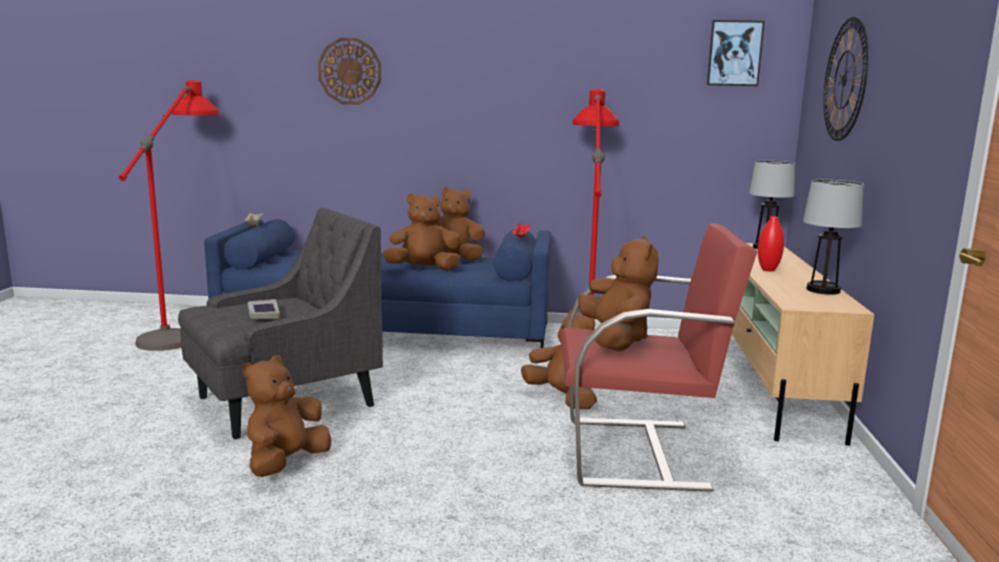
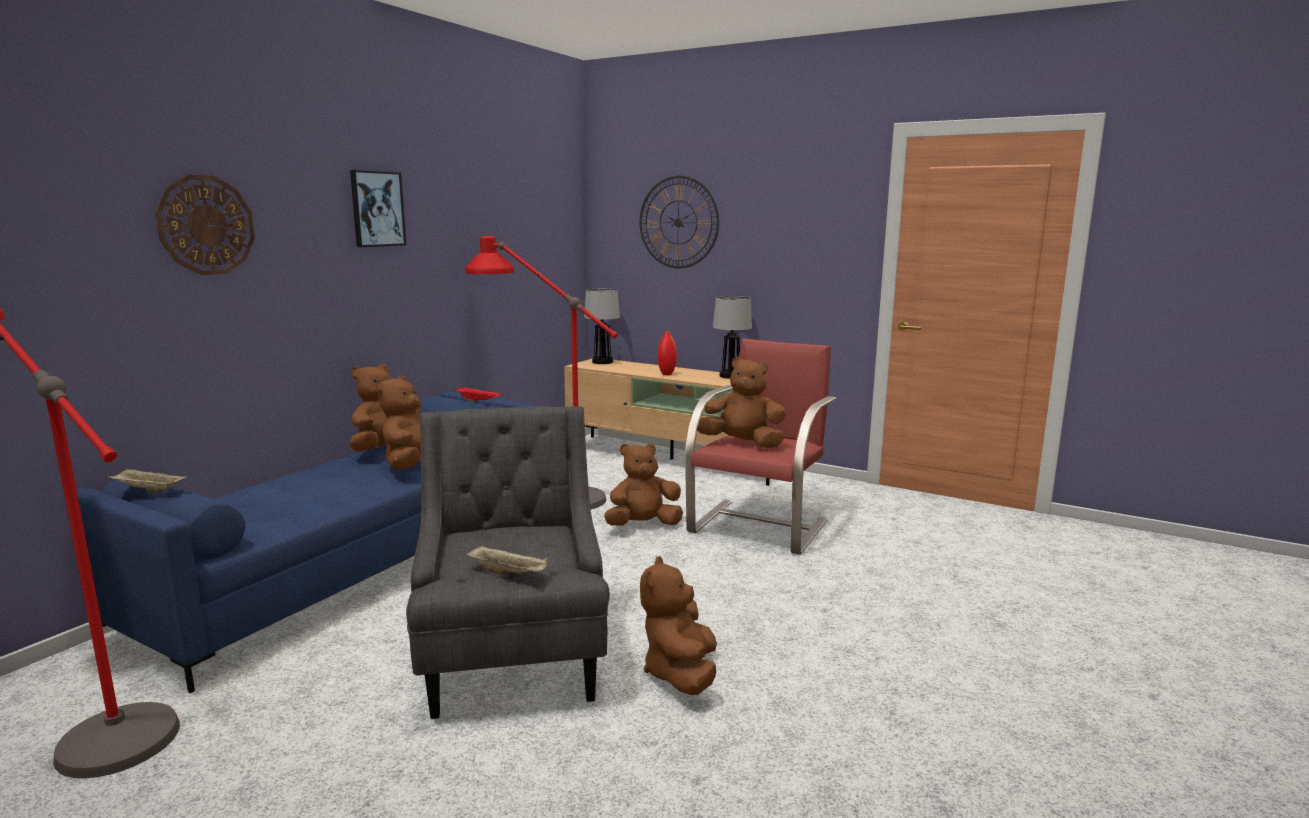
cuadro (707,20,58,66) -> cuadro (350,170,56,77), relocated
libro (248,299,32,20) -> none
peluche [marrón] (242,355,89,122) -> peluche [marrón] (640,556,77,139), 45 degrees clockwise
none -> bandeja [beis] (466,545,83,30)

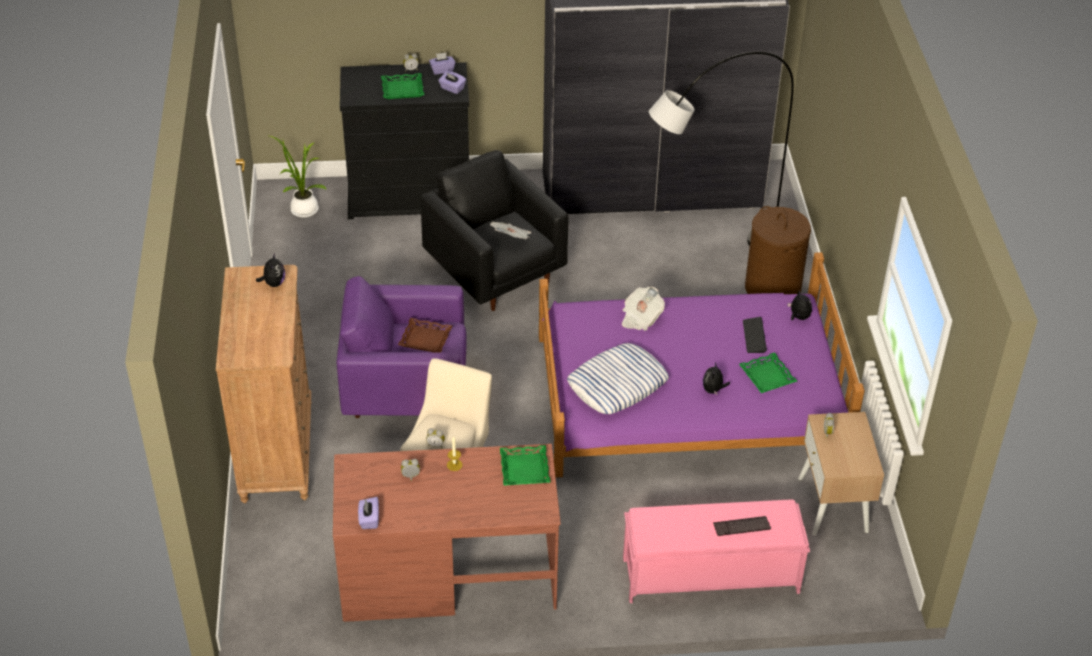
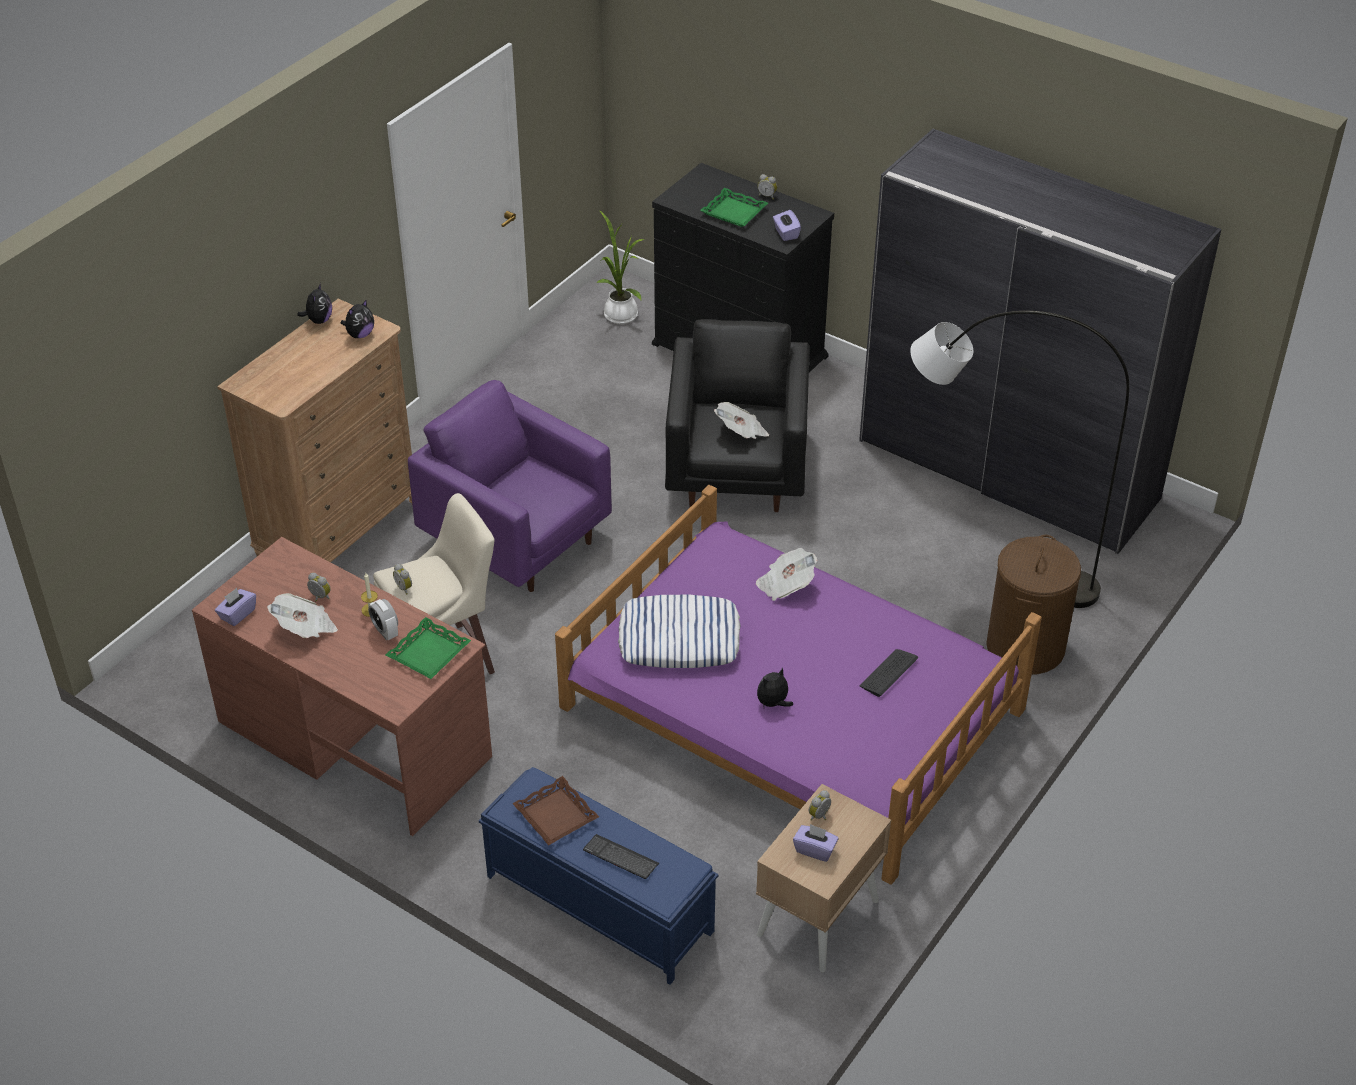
caja de pañuelos [morado] (429,53,26,21) -> caja de pañuelos [morado] (793,824,46,38), relocated
peluche (788,291,24,29) -> peluche (297,283,35,41), relocated
bandeja [marrón] (398,318,54,34) -> bandeja [marrón] (512,776,87,70), relocated
bandeja [verde] (739,352,58,41) -> none
banco [rosa] (623,499,187,104) -> banco [azul] (479,767,240,218)
none -> periódico (267,593,71,45)
none -> despertador (368,599,30,41)

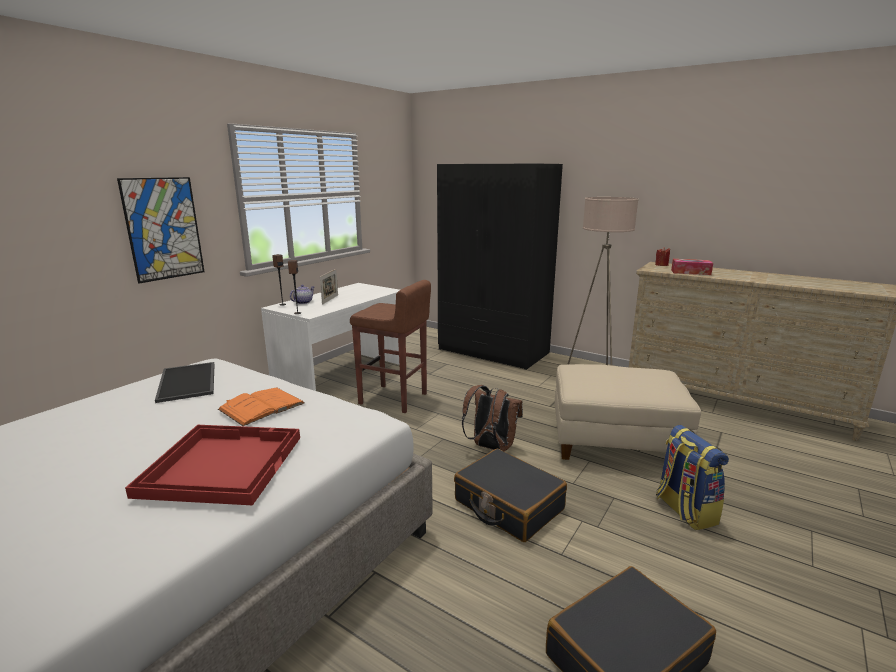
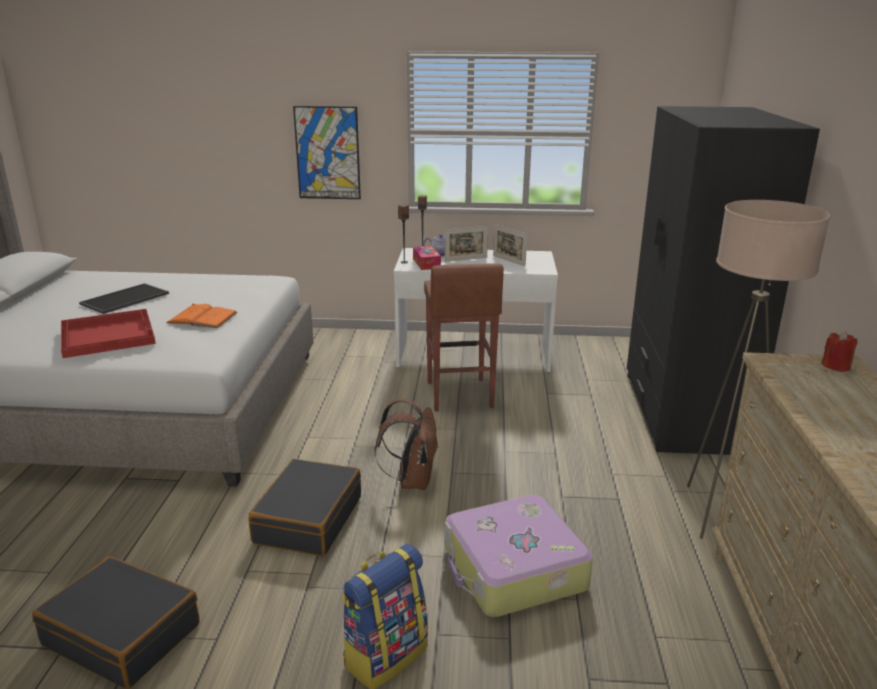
caja de pañuelos (671,259,42,16) -> caja de pañuelos (413,246,28,24), relocated
bandeja (155,362,60,41) -> bandeja (79,283,90,31), relocated
puf [beis] (555,364,146,96) -> maleta (445,495,148,122)
none -> portarretratos (493,225,34,41)

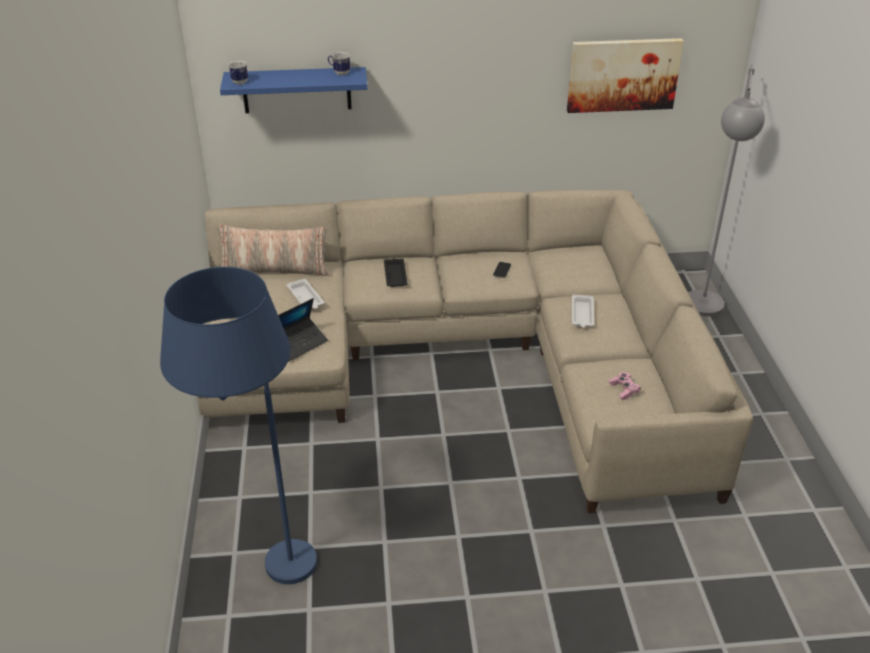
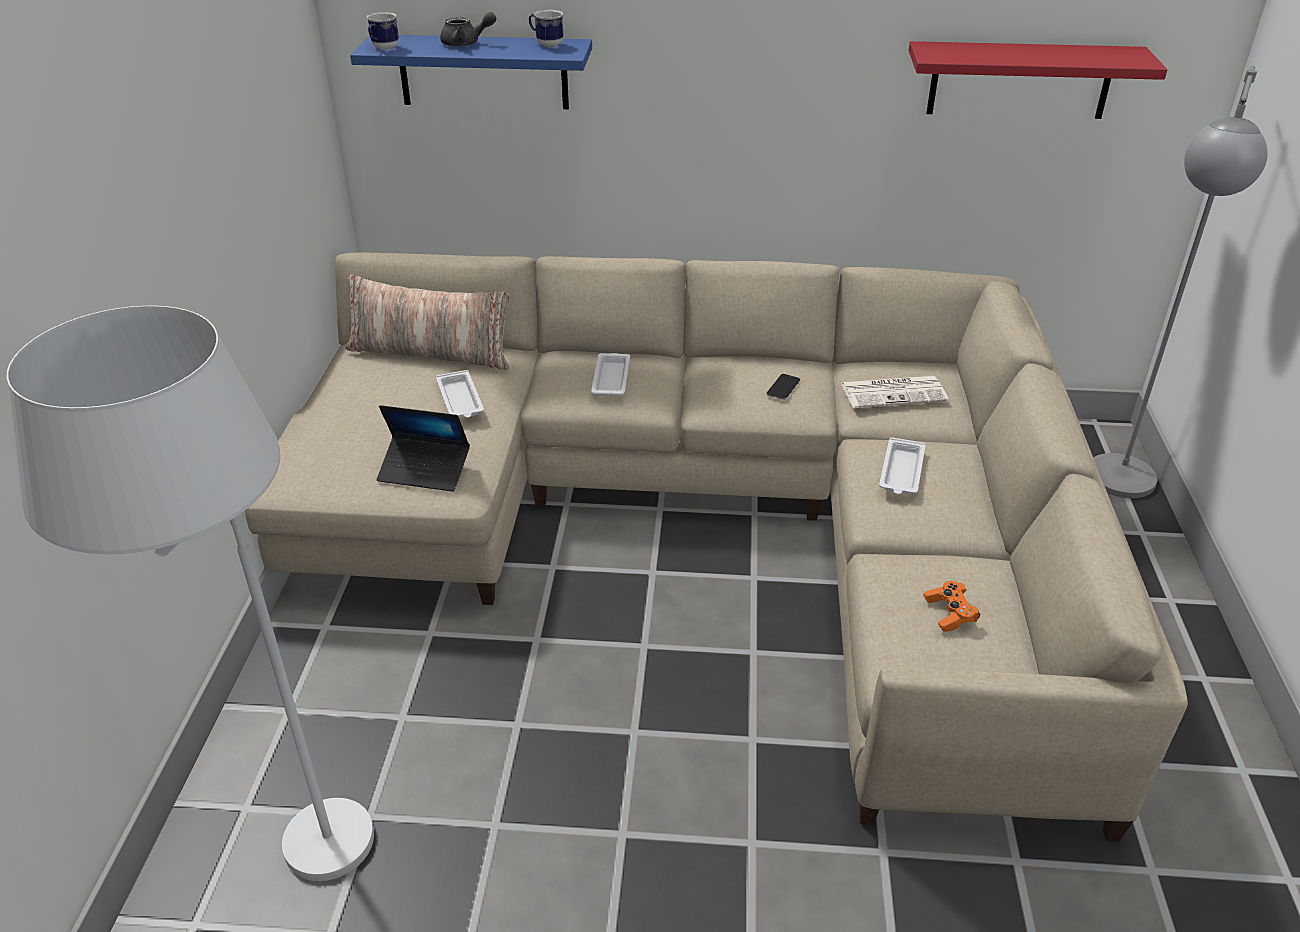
cuadro (567,38,117,75) -> estante [rojo] (909,41,258,78)
bandeja [negro] (384,259,24,28) -> bandeja [blanco] (591,353,39,44)
lámpara de pie [azul] (160,267,157,317) -> lámpara de pie [blanco] (7,306,367,575)
portátil (278,298,50,64) -> portátil (377,405,93,87), 45 degrees clockwise
mando de consola [rosa] (608,372,33,28) -> mando de consola [naranja] (924,581,56,51)
none -> tetera [gris] (440,12,56,35)
none -> periódico (841,376,108,32)

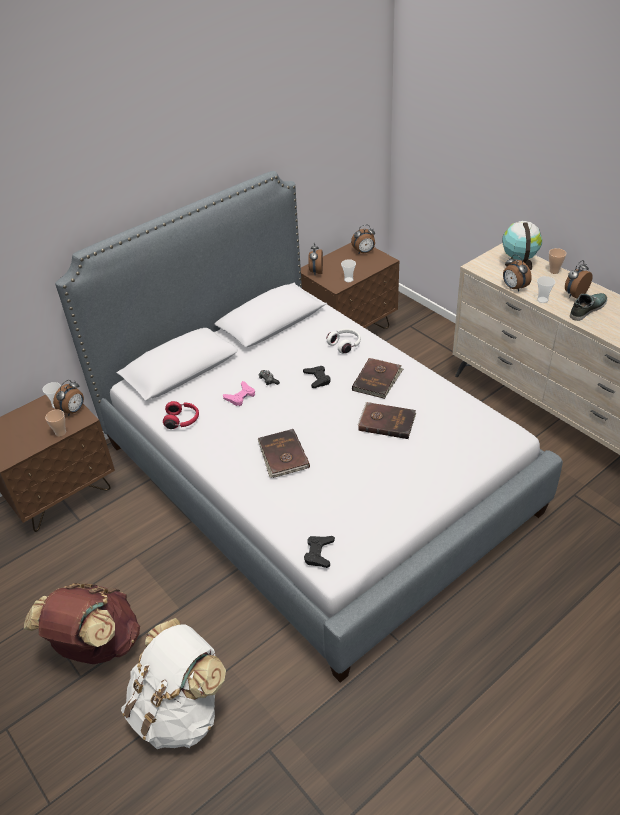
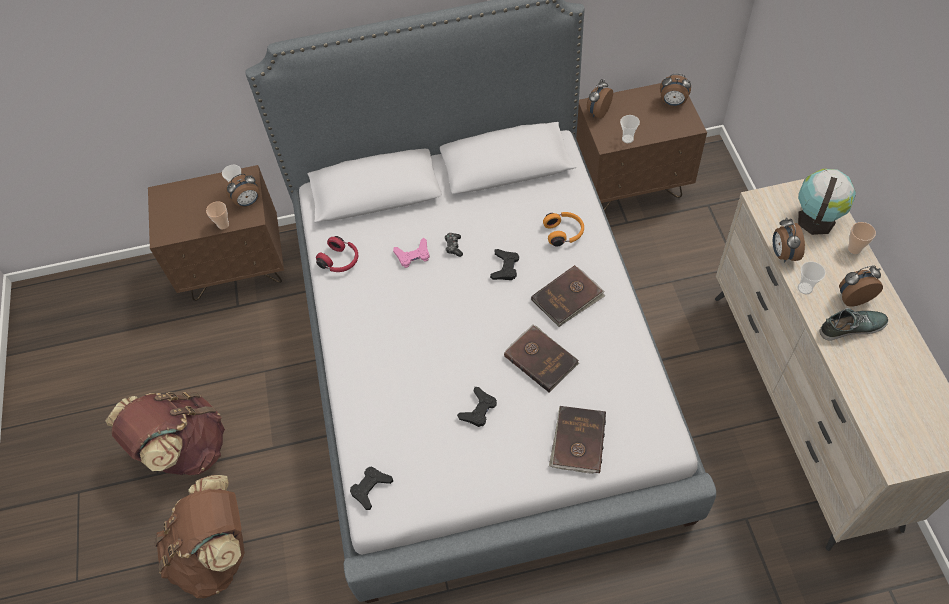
auriculares [blanco] (327,329,34,25) -> auriculares [naranja] (543,212,41,34)
libro [marrón] (258,429,52,49) -> libro [marrón] (549,406,57,68), relocated
mochila [blanco] (121,618,105,131) -> mochila [marrón] (155,475,90,123)
none -> mando de consola [negro] (457,387,40,40)

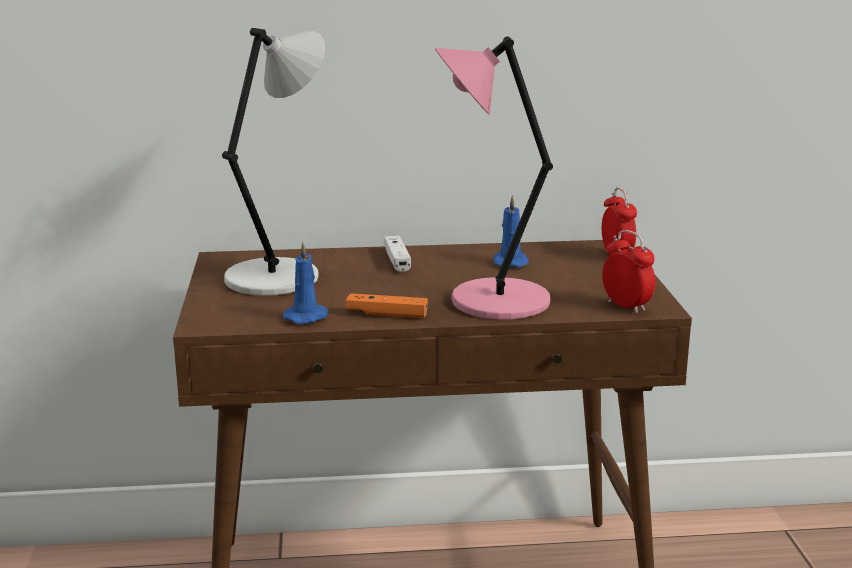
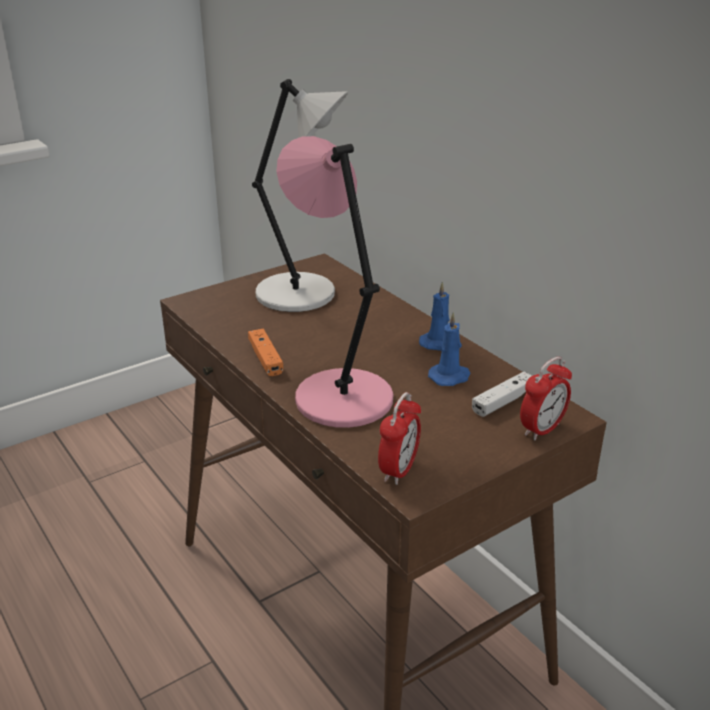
mando de consola [blanco] (384,236,27,36) -> mando de consola [blanco] (472,372,60,45), relocated
vela [azul] (283,242,45,82) -> vela [azul] (419,281,43,70), relocated

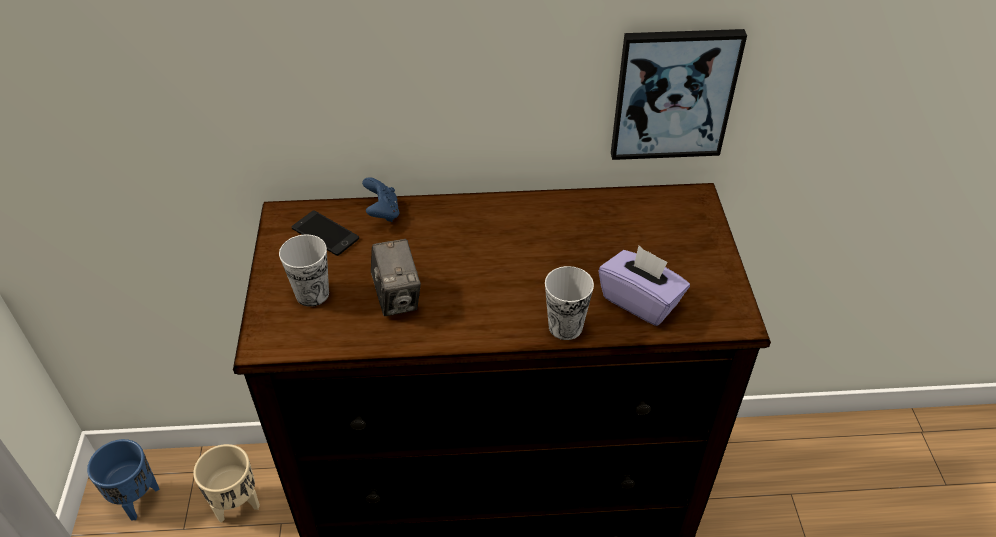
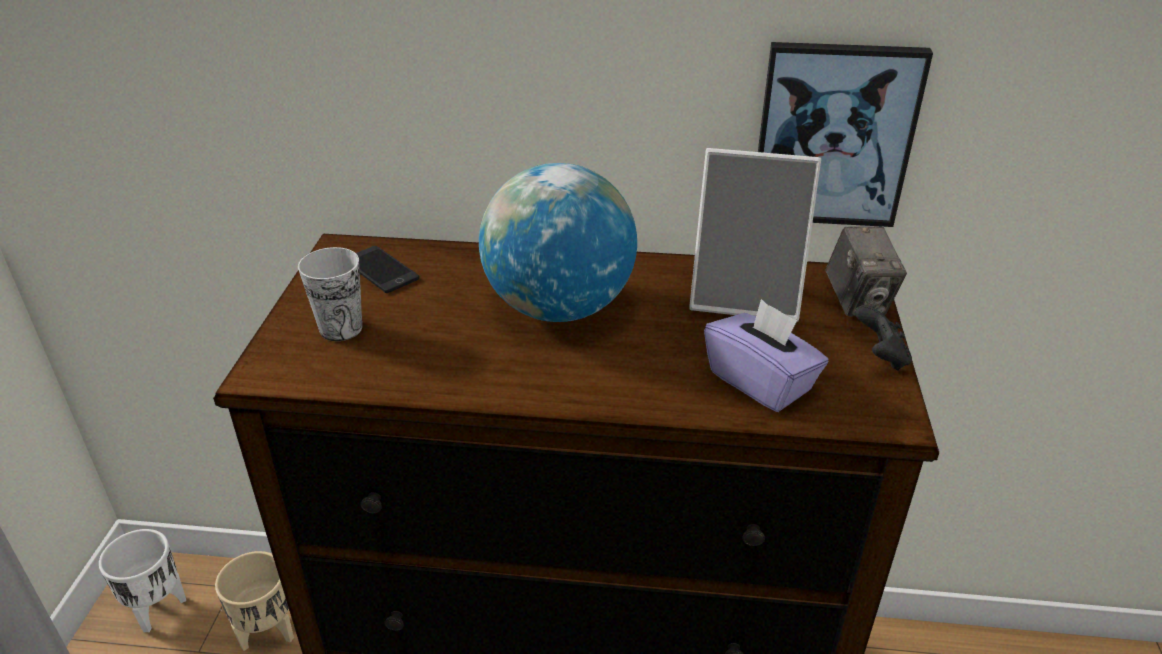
mando de consola [azul] (362,177,38,45) -> none
cámara (371,239,50,77) -> cámara (825,227,82,89), relocated
taza (545,266,49,74) -> none
maceta [azul] (87,439,73,82) -> maceta [blanco] (99,529,87,103)
none -> portarretratos (689,148,132,174)
none -> globo terráqueo (479,163,158,159)
none -> mando de consola [negro] (855,305,57,66)

